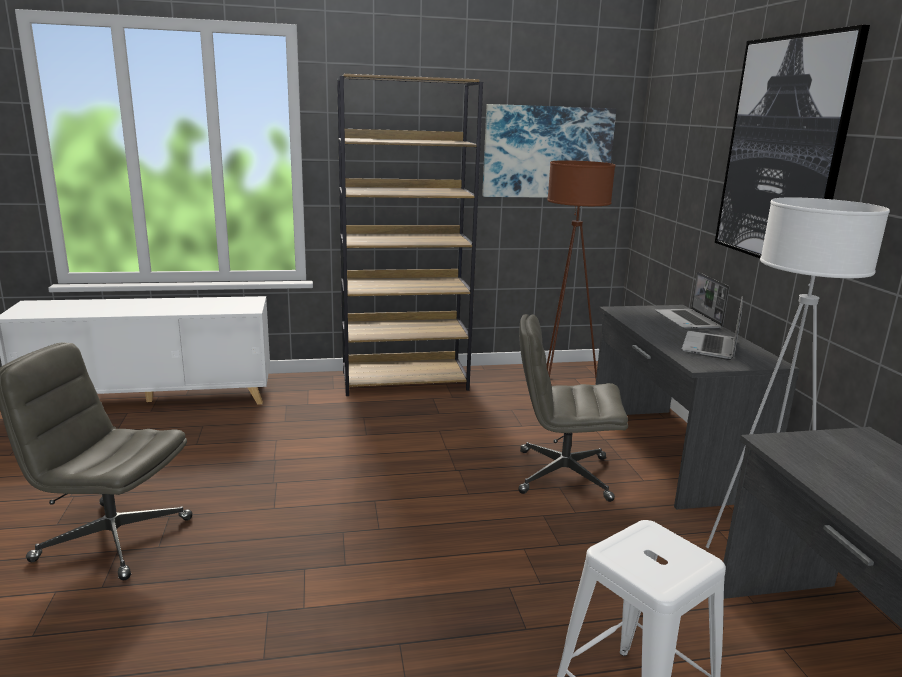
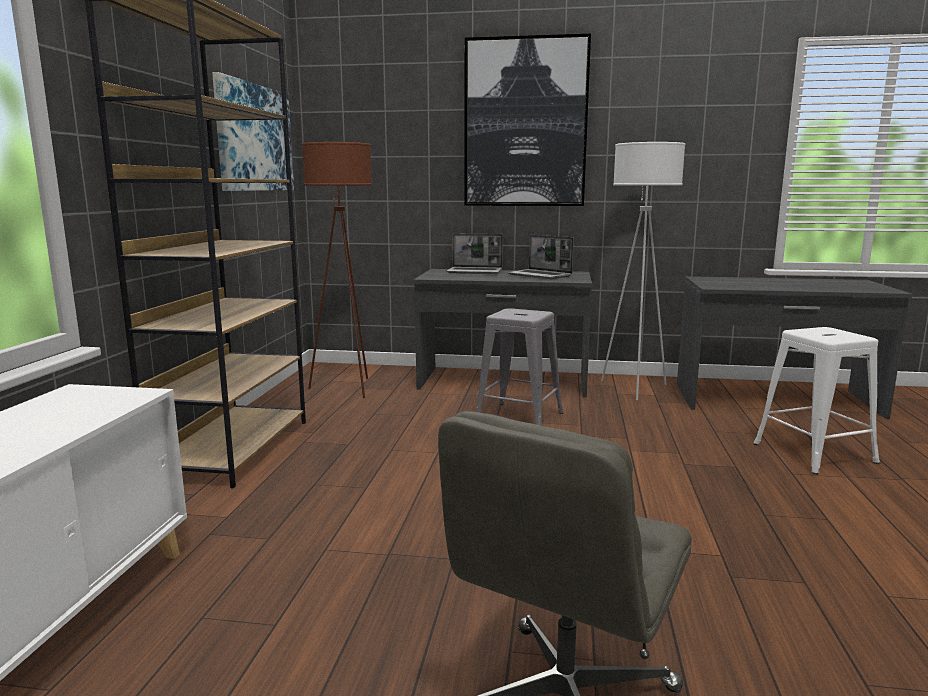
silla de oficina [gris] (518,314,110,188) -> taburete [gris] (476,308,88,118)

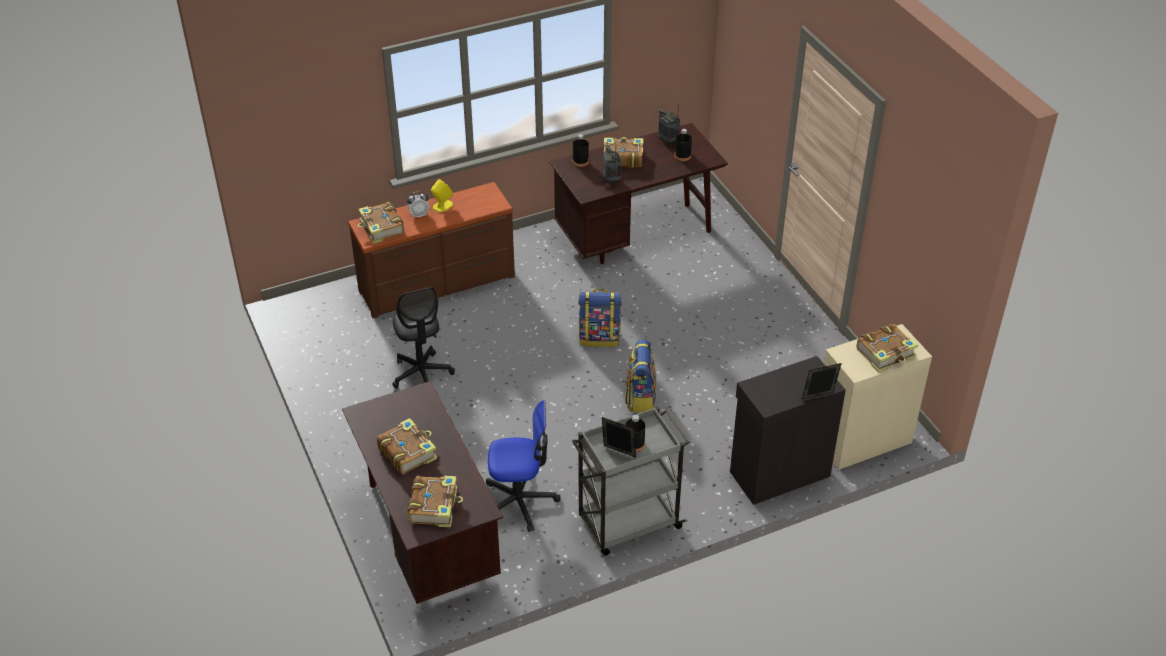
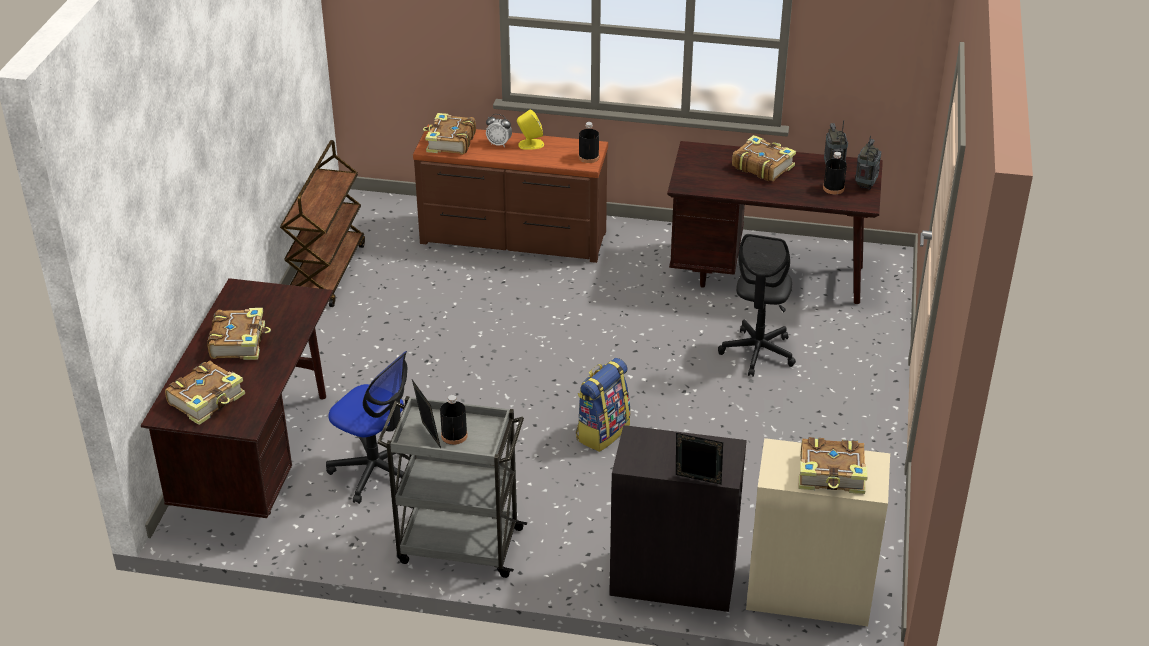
botella [negro] (573,134,16,33) -> botella [negro] (579,122,20,41), relocated
radio (603,145,18,39) -> radio (855,136,26,54), relocated
silla de oficina [negro] (392,287,63,102) -> silla de oficina [negro] (718,234,78,143), relocated
mochila (578,288,44,59) -> none
none -> carrito [marrón] (280,140,85,167)

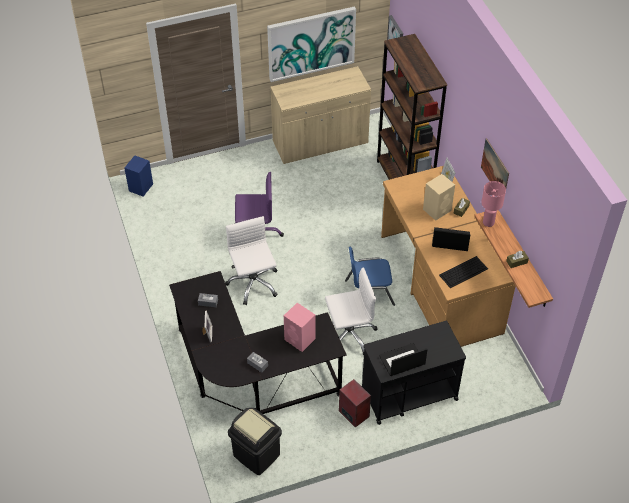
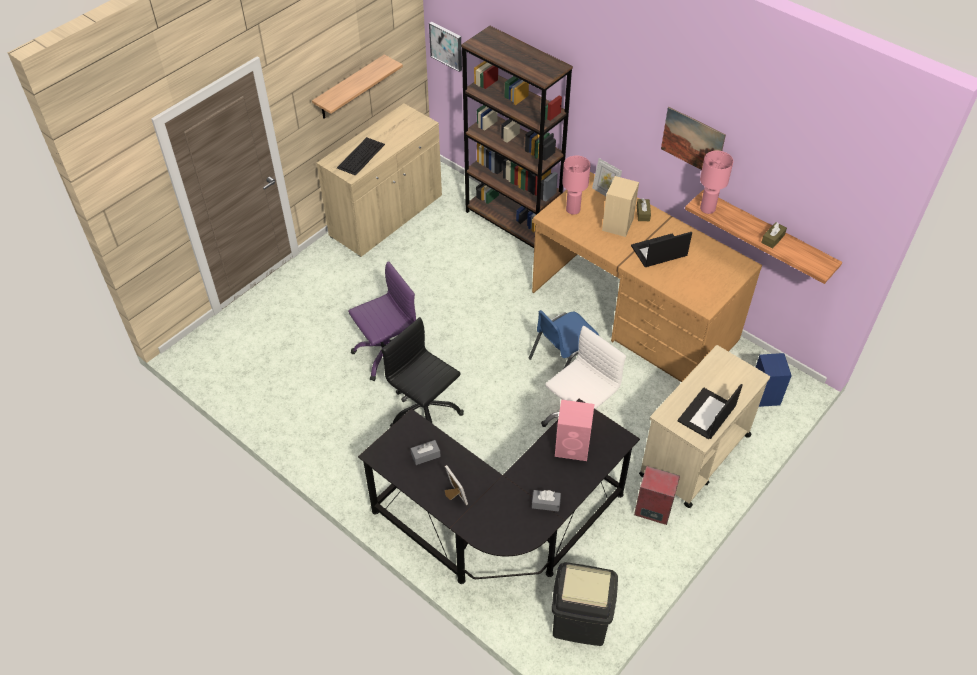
cuadro (267,6,89,76) -> estante (312,55,91,64)
altavoz [azul] (124,155,29,42) -> altavoz [azul] (755,353,37,54), relocated
silla de oficina [blanco] (225,216,53,89) -> silla de oficina [negro] (381,317,83,110)
teclado (439,256,49,32) -> teclado (337,137,48,39), relocated
carrito [negro] (362,321,104,104) -> carrito [beis] (639,345,131,163)
none -> lámpara de mesa [rosa] (562,156,29,59)

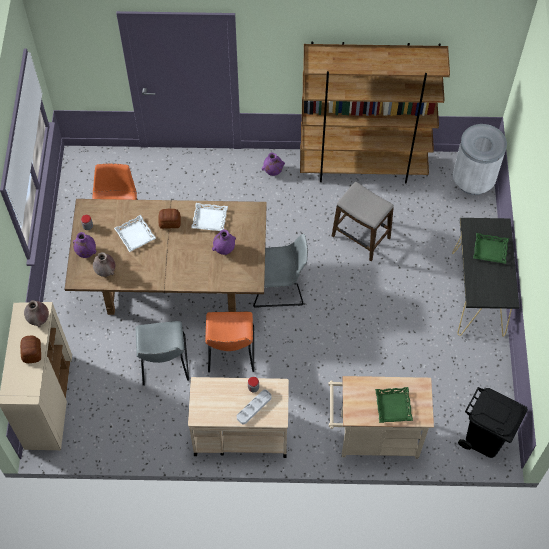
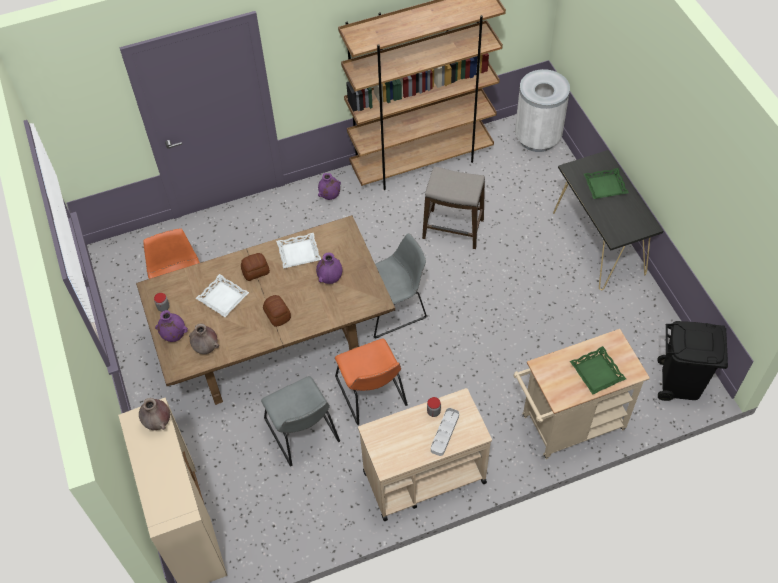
pan (20,336,21,27) -> pan (263,295,28,32), relocated

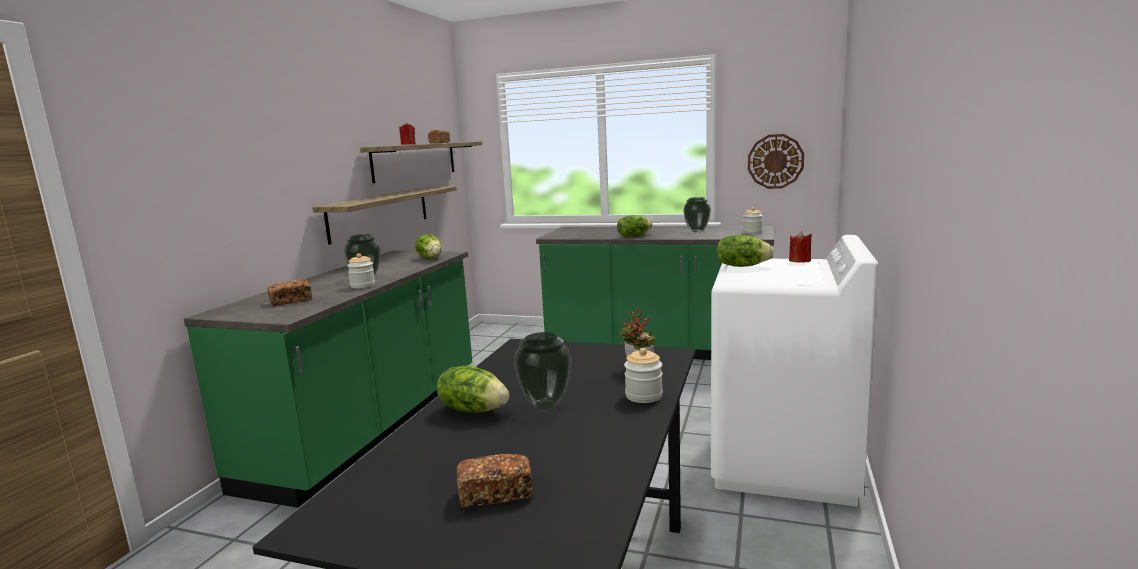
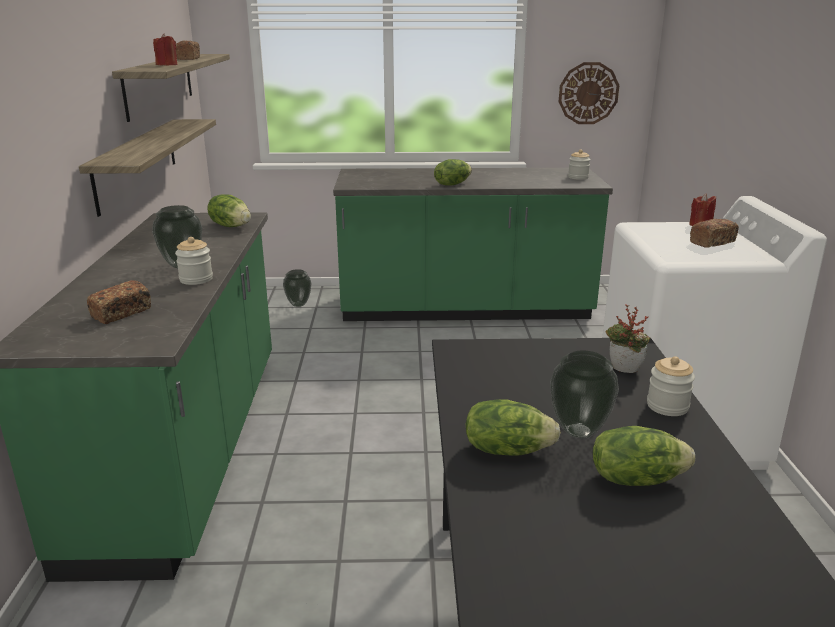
florero (683,197,28,35) -> florero (283,269,28,38), relocated
lechuga (717,235,57,32) -> lechuga (593,426,102,60), relocated
pan (457,454,75,54) -> pan (690,219,49,29), relocated

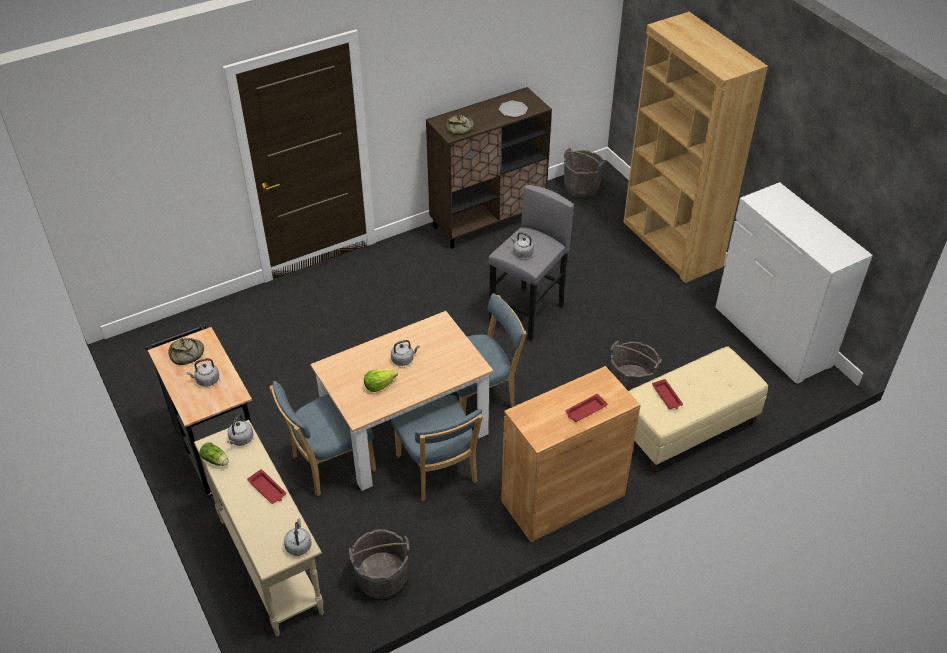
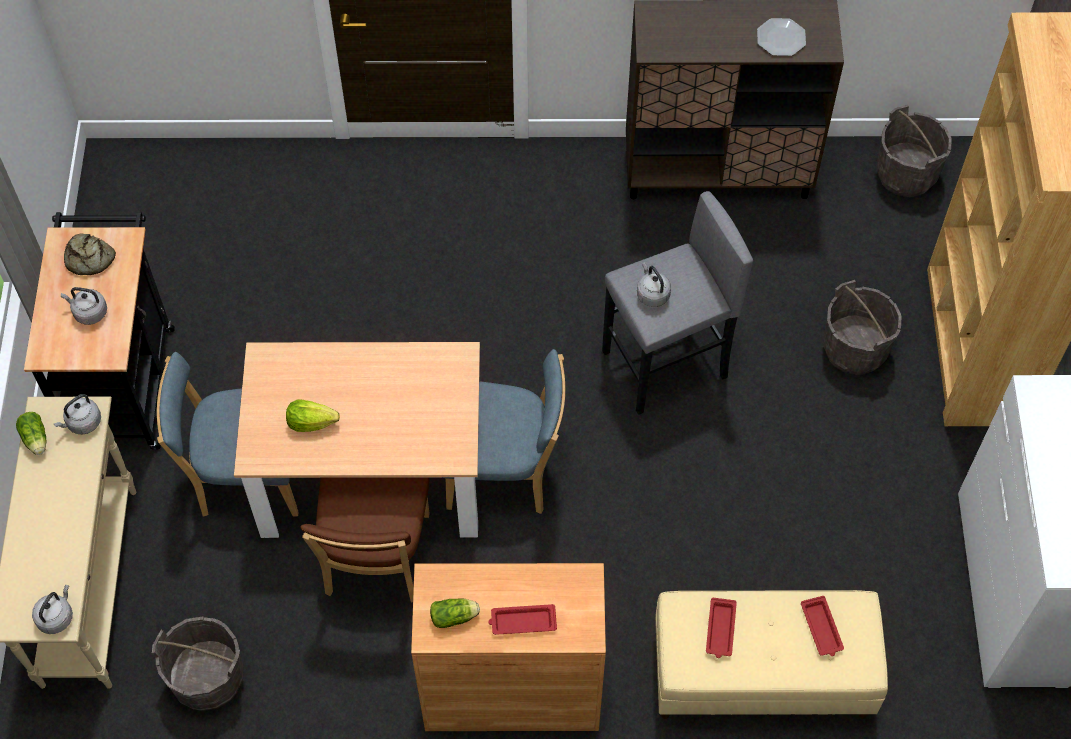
pan (445,115,29,20) -> none
hervidor [gris] (391,340,28,26) -> none
cubo [gris] (610,340,52,51) -> cubo [gris] (823,280,79,95), relocated
silla [azul] (391,395,92,106) -> silla [marrón] (300,477,130,125)
bandeja [rojo] (247,469,39,35) -> bandeja [rojo] (801,596,43,60), relocated
none -> lechuga (430,598,50,30)

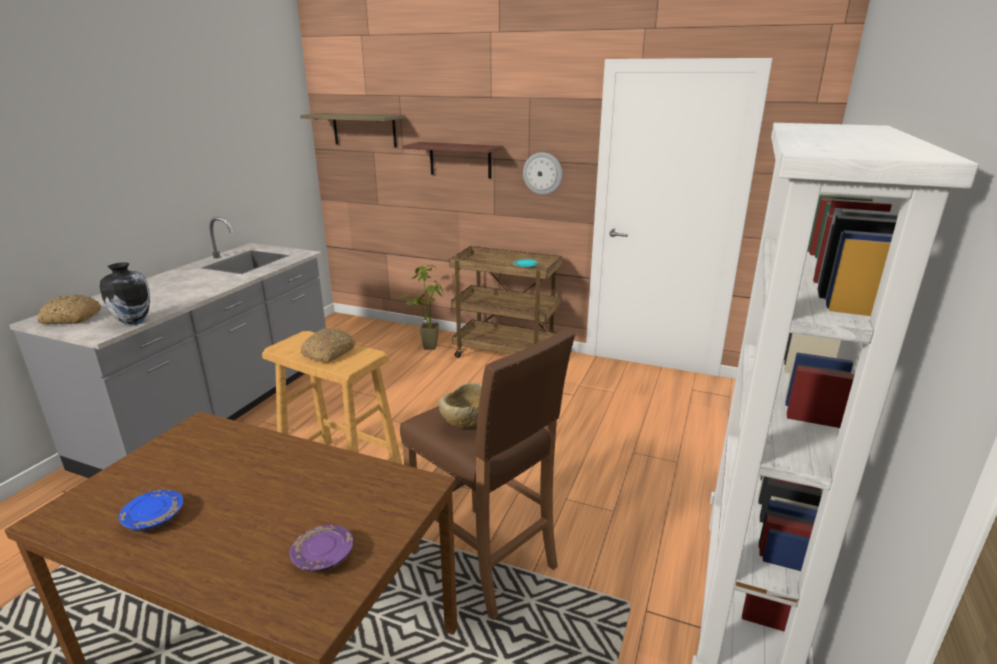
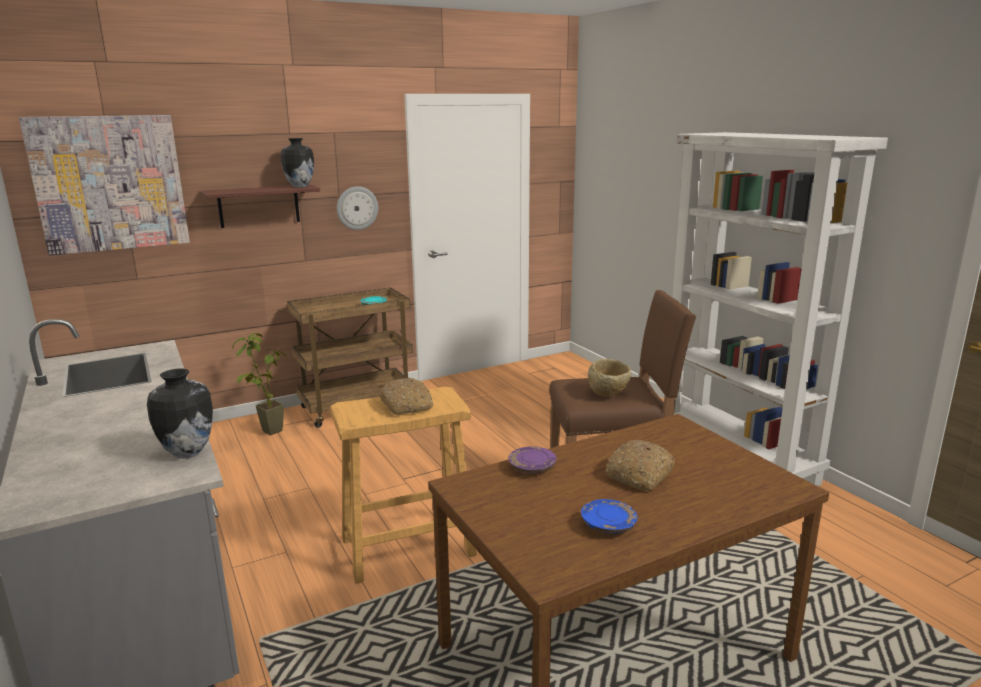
estante (300,113,105,34) -> cuadro (19,115,171,140)
pan (38,294,63,30) -> pan (606,440,69,51), relocated
plato [morado] (289,525,64,47) -> plato [morado] (508,446,48,27), relocated
none -> florero (281,138,33,50)

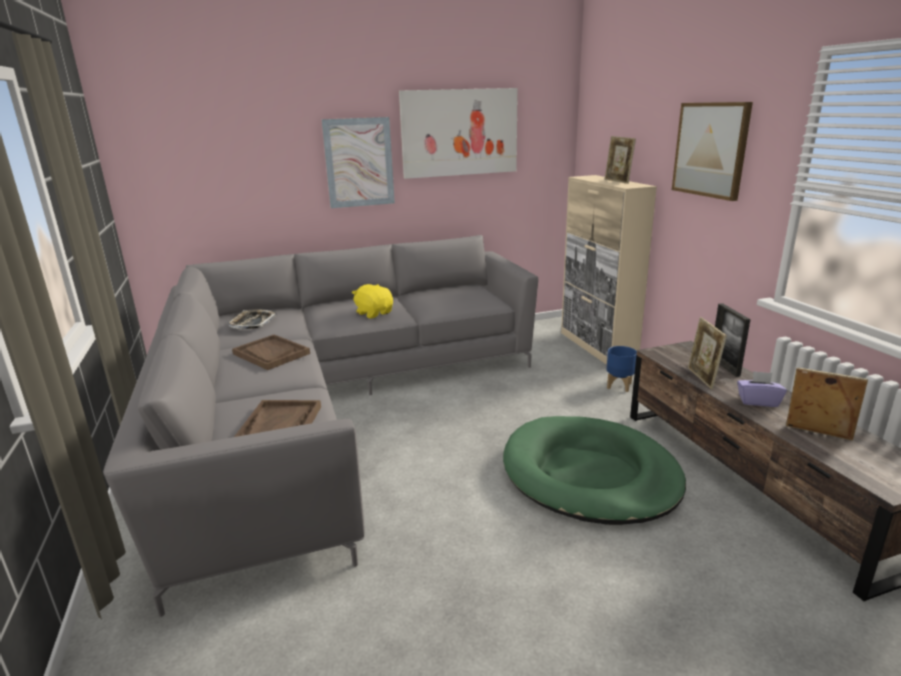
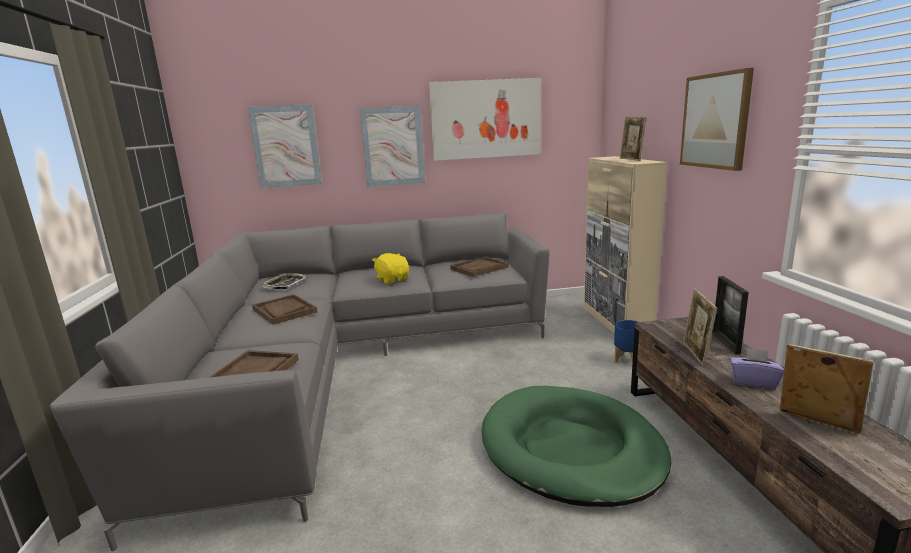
none -> cuadro (248,104,74,84)
none -> bandeja [marrón] (450,257,59,20)

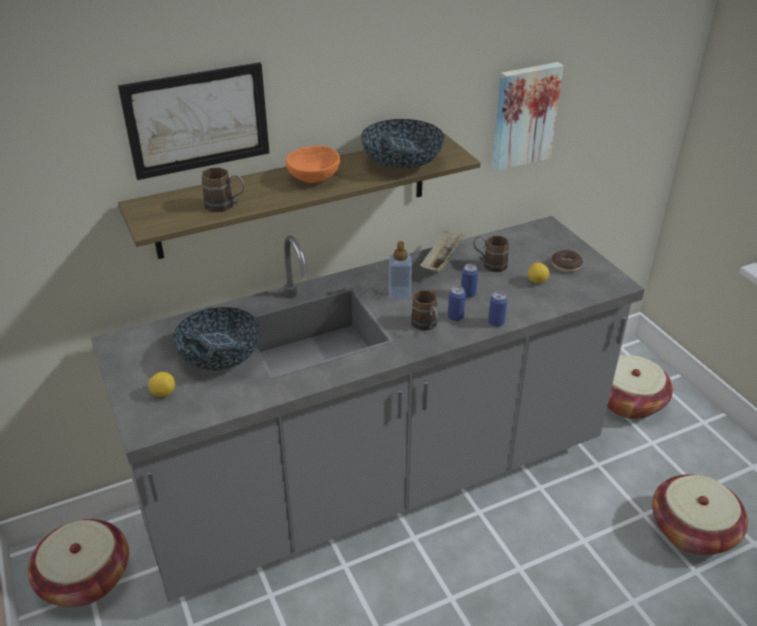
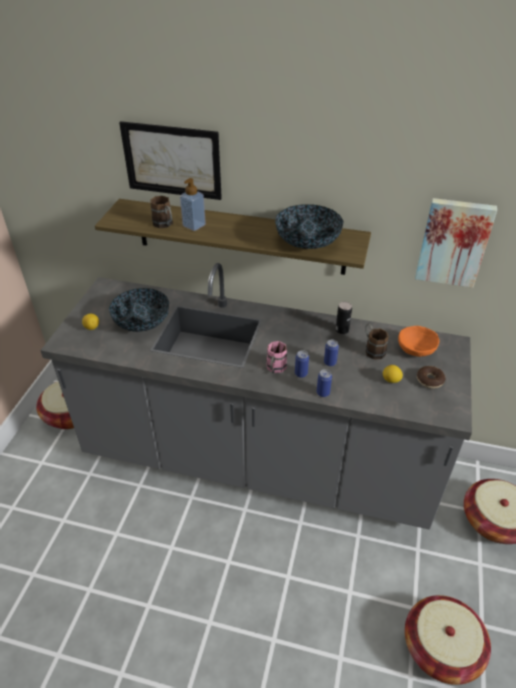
cuenco [naranja] (285,146,55,37) -> cuenco [naranja] (398,326,42,31), relocated
bandeja [beis] (420,230,46,42) -> lata (336,302,16,32)
dispensador de jabón (389,241,23,58) -> dispensador de jabón (180,178,26,53), relocated
taza grande [marrón] (411,290,27,40) -> taza grande [rosa] (266,341,21,32)

